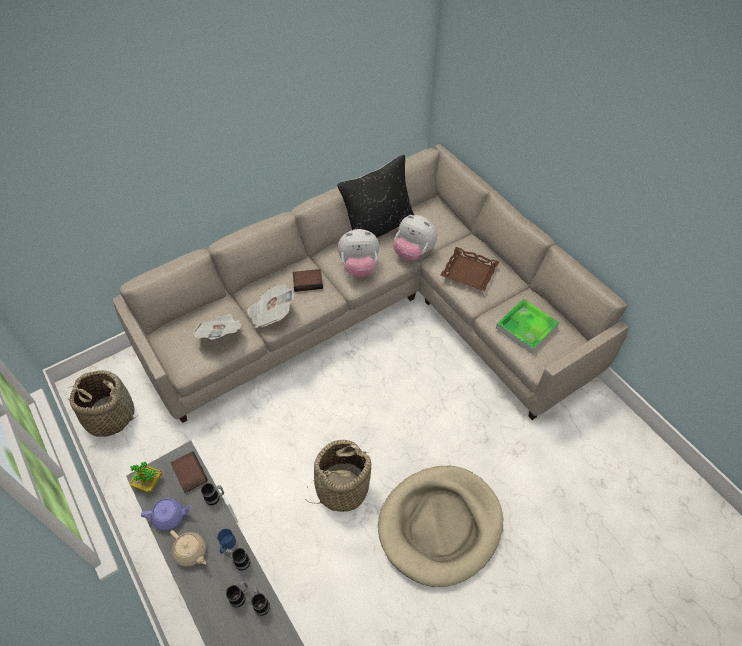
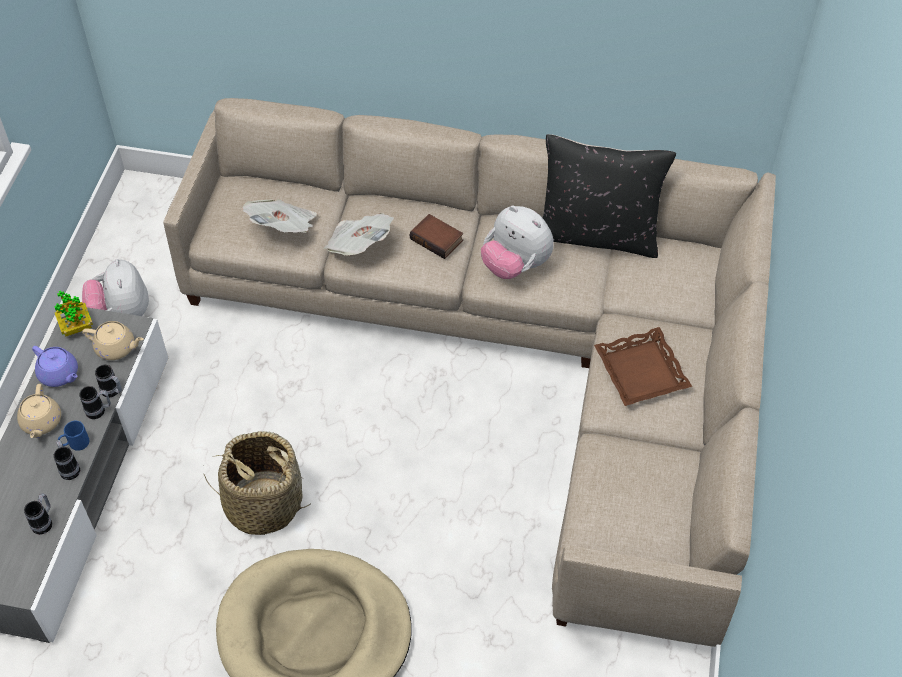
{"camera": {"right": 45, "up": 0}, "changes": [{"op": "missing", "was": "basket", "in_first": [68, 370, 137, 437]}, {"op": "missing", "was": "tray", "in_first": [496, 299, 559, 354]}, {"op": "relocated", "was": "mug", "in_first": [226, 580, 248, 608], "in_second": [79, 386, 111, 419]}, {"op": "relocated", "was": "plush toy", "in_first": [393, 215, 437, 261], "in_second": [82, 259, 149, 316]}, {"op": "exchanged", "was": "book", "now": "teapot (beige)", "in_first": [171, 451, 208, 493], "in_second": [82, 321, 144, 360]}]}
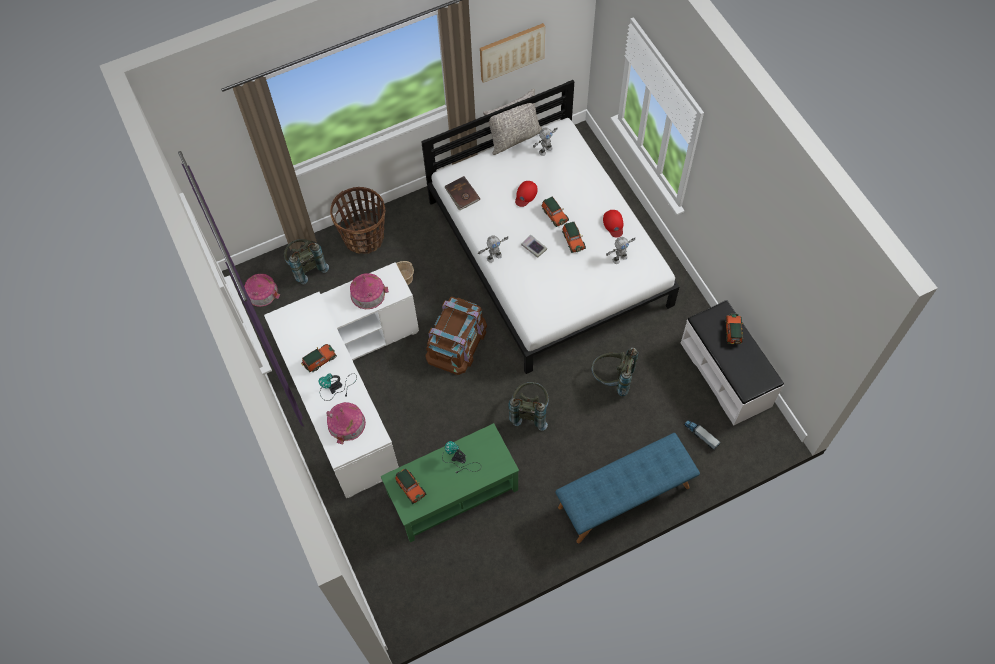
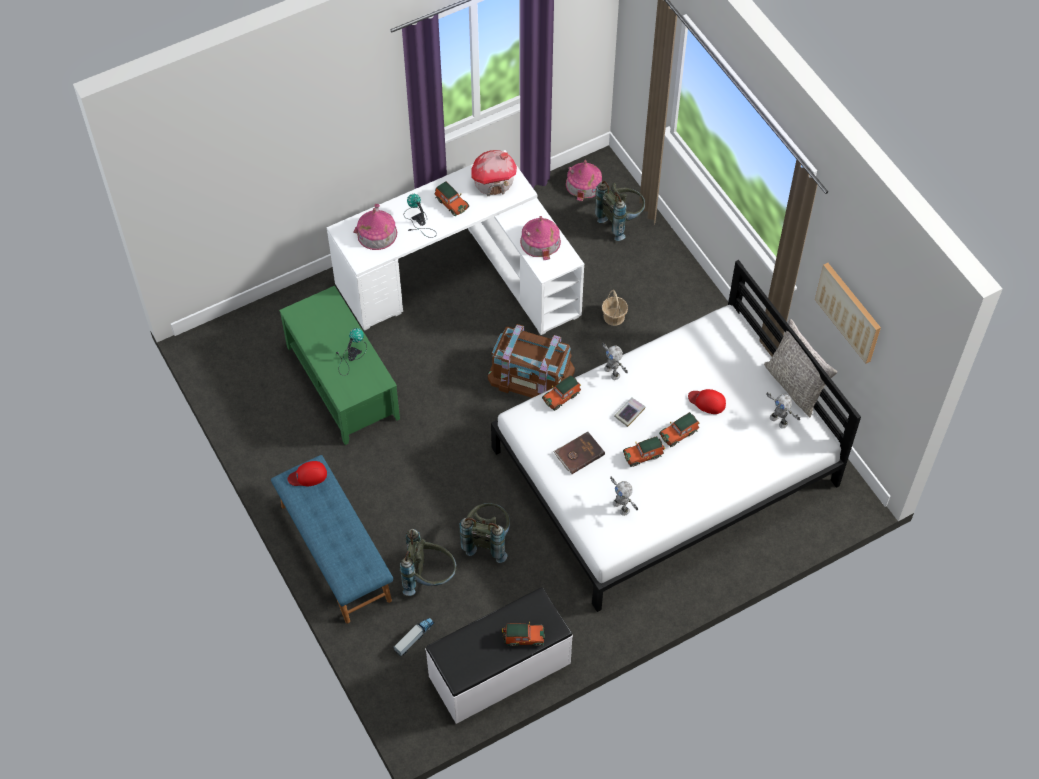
{"camera": {"right": 85, "up": -5}, "changes": [{"op": "missing", "was": "basket", "in_first": [330, 187, 385, 254]}, {"op": "appeared", "now": "toy house", "in_second": [471, 150, 517, 196]}, {"op": "relocated", "was": "toy car", "in_first": [395, 469, 427, 504], "in_second": [542, 375, 581, 411]}, {"op": "relocated", "was": "book (brown)", "in_first": [444, 176, 480, 210], "in_second": [553, 432, 605, 474]}, {"op": "relocated", "was": "backpack (grey)", "in_first": [508, 382, 549, 431], "in_second": [400, 529, 457, 596]}, {"op": "relocated", "was": "cap (red)", "in_first": [603, 210, 624, 237], "in_second": [288, 461, 327, 486]}]}
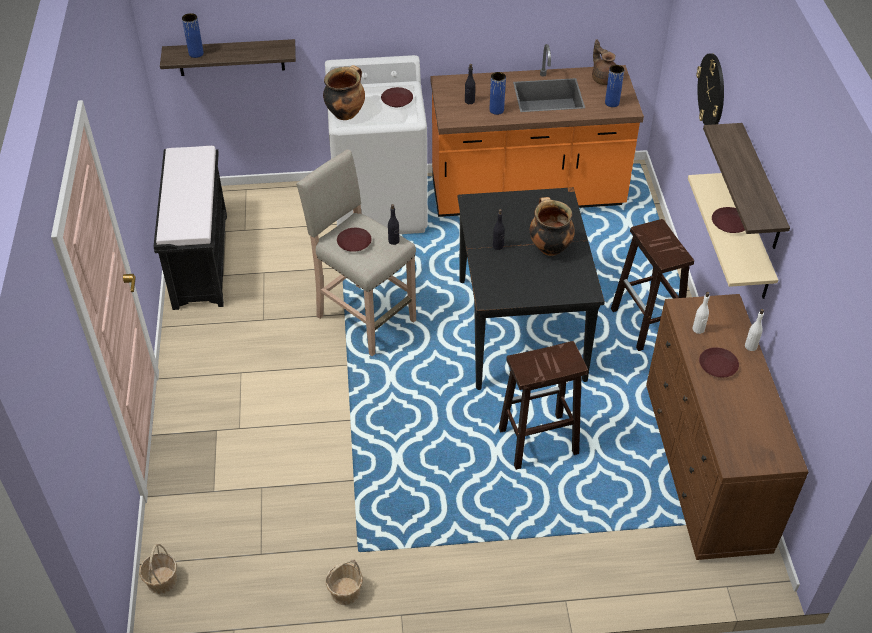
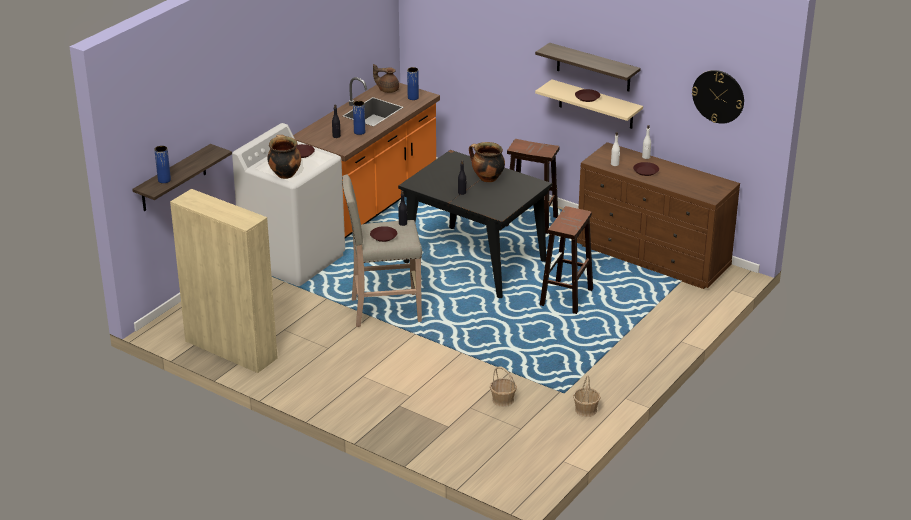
{"camera": {"right": -50, "up": -15}, "changes": [{"op": "relocated", "was": "basket", "in_first": [139, 544, 177, 594], "in_second": [490, 367, 517, 407]}, {"op": "relocated", "was": "wall clock", "in_first": [696, 53, 724, 125], "in_second": [692, 70, 744, 124]}, {"op": "exchanged", "was": "bench (black)", "now": "cabinet (beige)", "in_first": [153, 146, 227, 310], "in_second": [170, 189, 277, 373]}]}
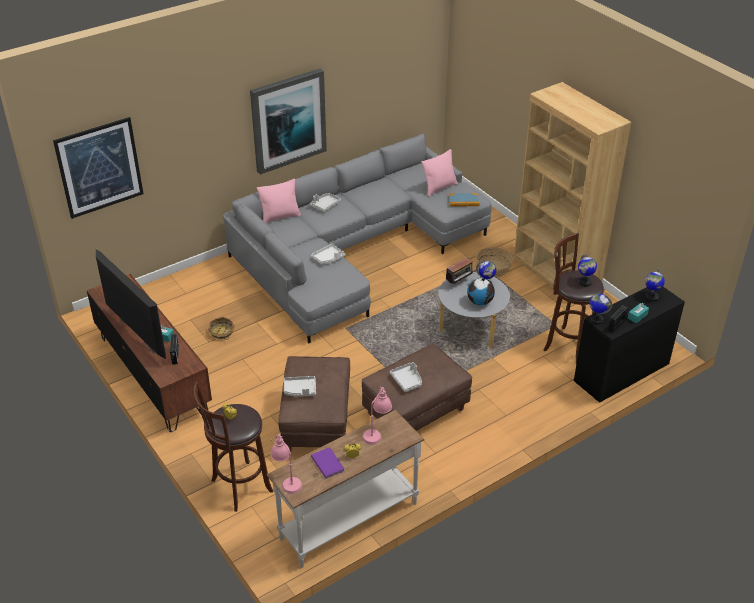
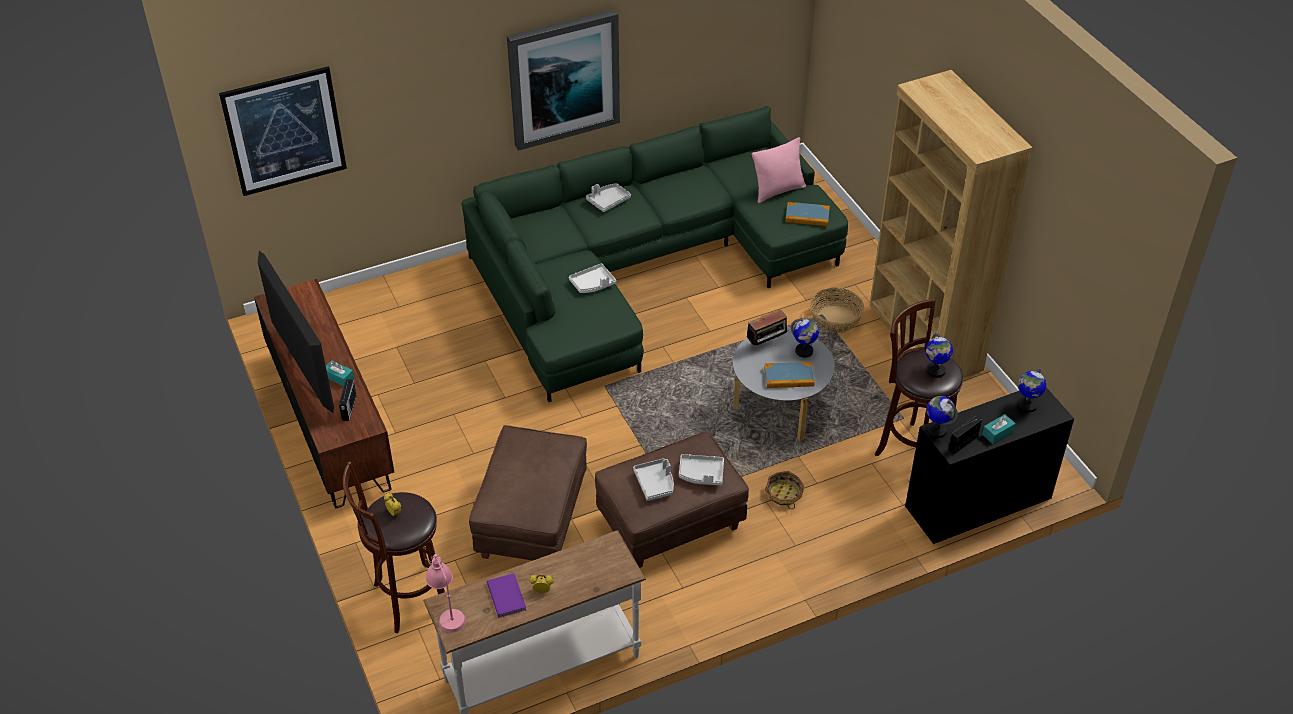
{"camera": {"right": 10, "up": 5}, "changes": [{"op": "missing", "was": "pillow (pink)", "in_first": [257, 179, 301, 223]}, {"op": "missing", "was": "table lamp (pink)", "in_first": [362, 386, 392, 445]}, {"op": "relocated", "was": "basket", "in_first": [208, 317, 234, 340], "in_second": [765, 471, 804, 509]}, {"op": "relocated", "was": "tray (grey)", "in_first": [284, 376, 316, 397], "in_second": [679, 454, 724, 485]}, {"op": "exchanged", "was": "globe", "now": "book", "in_first": [467, 278, 495, 306], "in_second": [764, 362, 814, 388]}, {"op": "colour", "was": "sofa (grey)", "now": "sofa (green)", "in_first": [223, 134, 492, 343], "in_second": [461, 106, 848, 402]}]}
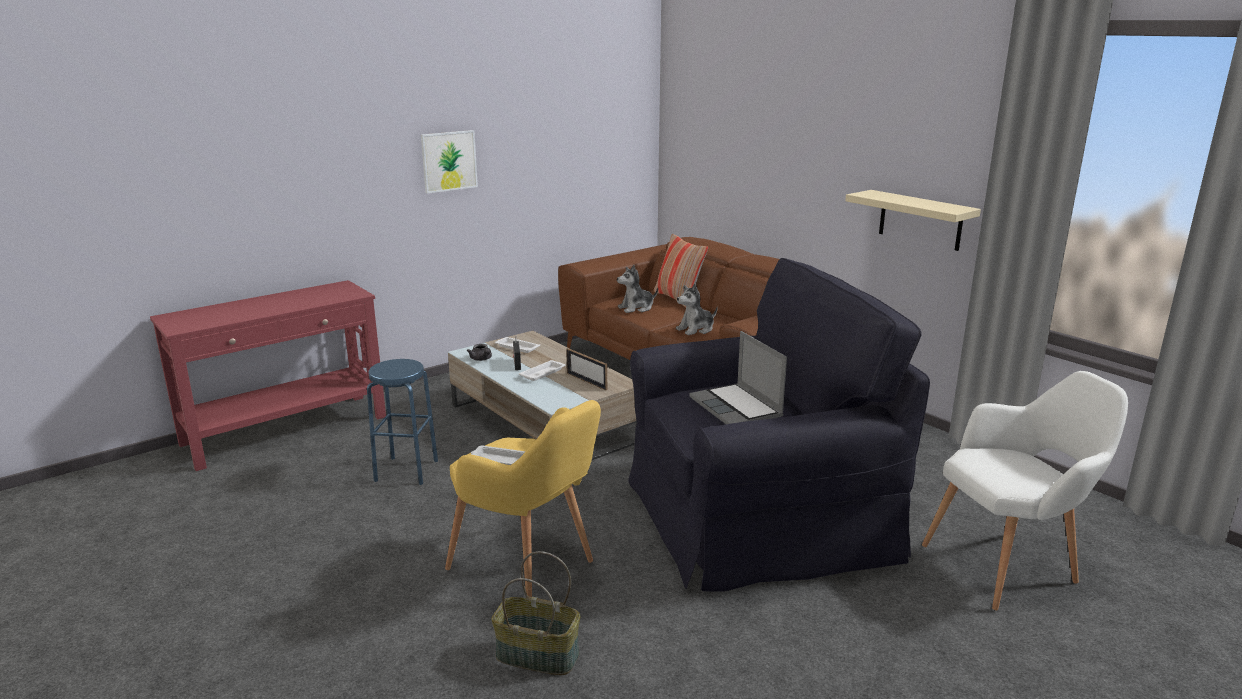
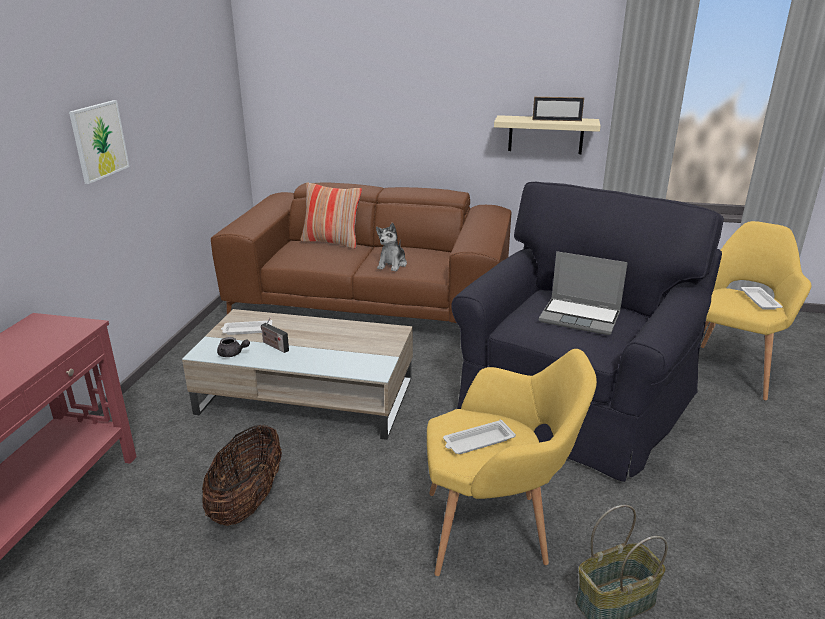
{"camera": {"right": -40, "up": 5}, "changes": [{"op": "missing", "was": "plush toy", "in_first": [617, 265, 658, 313]}, {"op": "relocated", "was": "tray (white)", "in_first": [519, 360, 566, 381], "in_second": [741, 287, 783, 309]}, {"op": "relocated", "was": "picture frame", "in_first": [566, 348, 607, 390], "in_second": [532, 97, 584, 121]}, {"op": "exchanged", "was": "stool (blue)", "now": "basket", "in_first": [367, 359, 438, 485], "in_second": [202, 425, 282, 526]}, {"op": "colour", "was": "armchair (white)", "now": "armchair (yellow)", "in_first": [922, 371, 1128, 611], "in_second": [701, 221, 811, 401]}]}
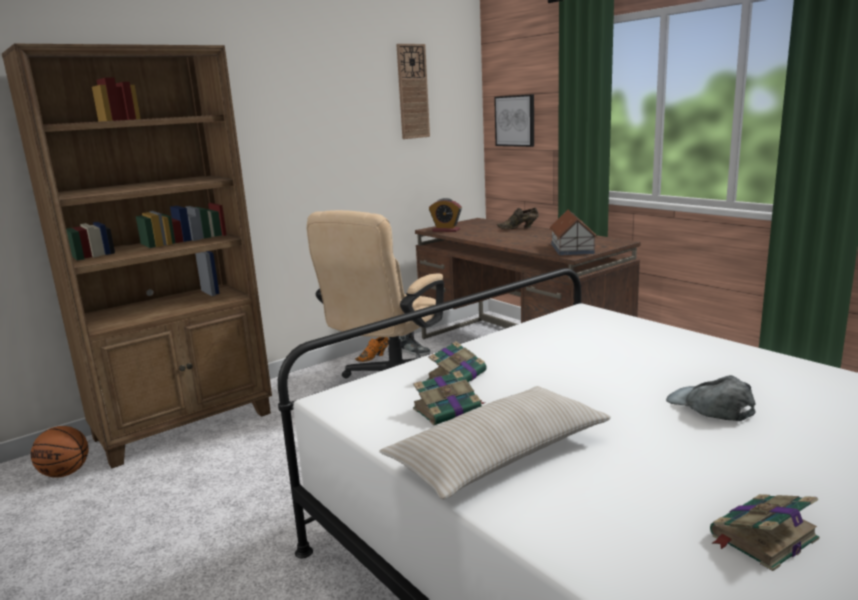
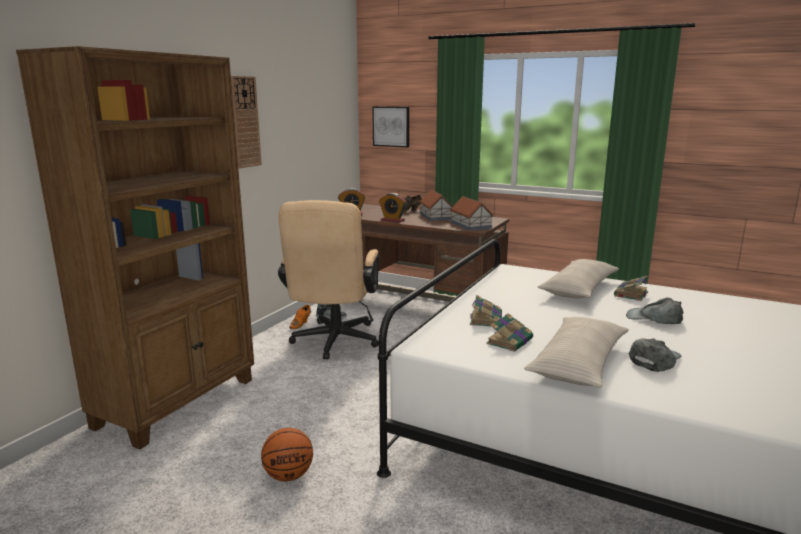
{"camera": {"right": -25, "up": 0}, "changes": [{"op": "appeared", "now": "alarm clock", "in_second": [379, 193, 407, 223]}, {"op": "appeared", "now": "toy house", "in_second": [419, 189, 453, 221]}, {"op": "appeared", "now": "pillow (beige)", "in_second": [538, 259, 619, 299]}, {"op": "appeared", "now": "cap (grey)", "in_second": [629, 338, 682, 372]}, {"op": "relocated", "was": "basketball", "in_first": [31, 426, 88, 477], "in_second": [261, 428, 313, 481]}, {"op": "relocated", "was": "wall clock", "in_first": [396, 44, 430, 139], "in_second": [231, 76, 262, 168]}, {"op": "relocated", "was": "book", "in_first": [710, 494, 819, 571], "in_second": [614, 276, 648, 301]}]}
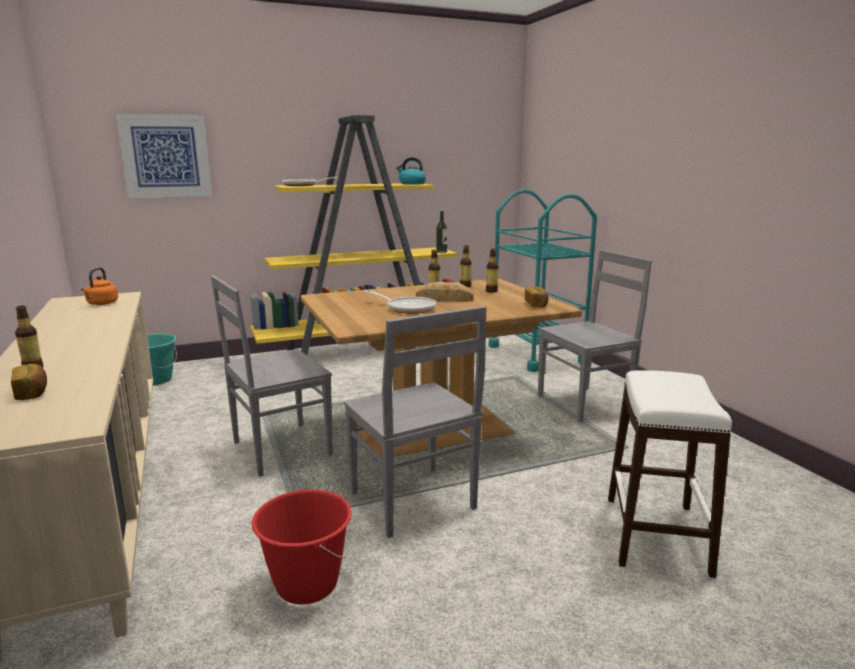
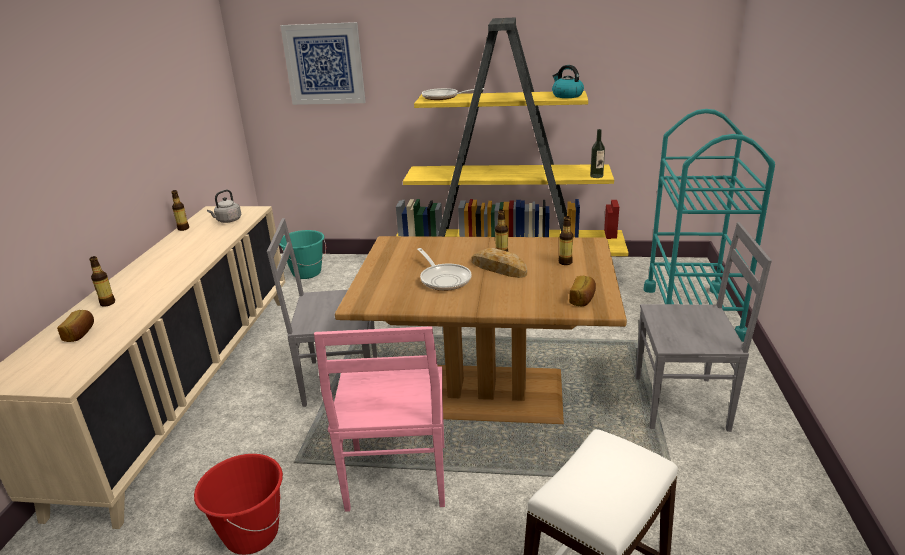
{"camera": {"right": 30, "up": 10}, "changes": [{"op": "relocated", "was": "bottle", "in_first": [460, 245, 472, 288], "in_second": [172, 190, 189, 231]}, {"op": "colour", "was": "kettle (orange)", "now": "kettle (grey)", "in_first": [81, 267, 118, 305], "in_second": [207, 190, 241, 223]}, {"op": "colour", "was": "chair (grey)", "now": "chair (pink)", "in_first": [344, 306, 487, 538], "in_second": [314, 326, 445, 512]}]}
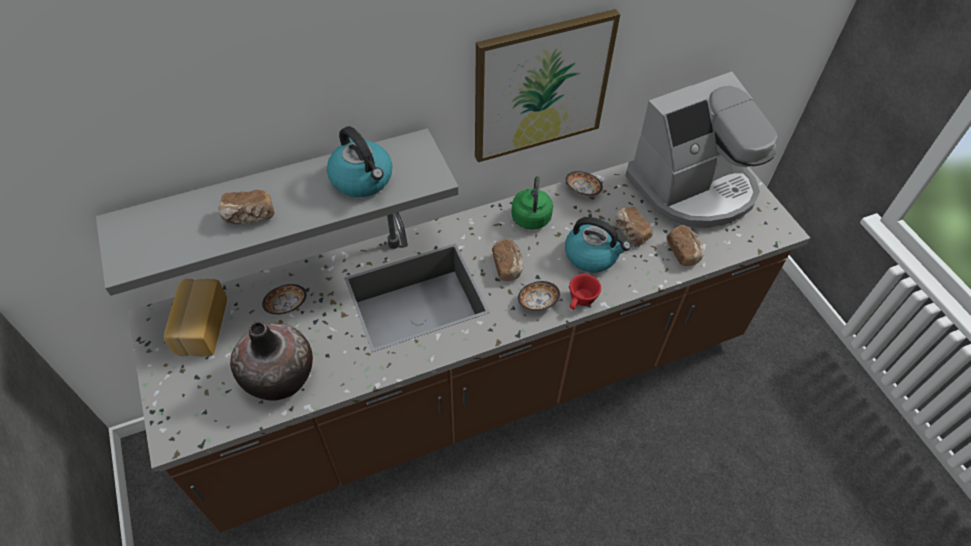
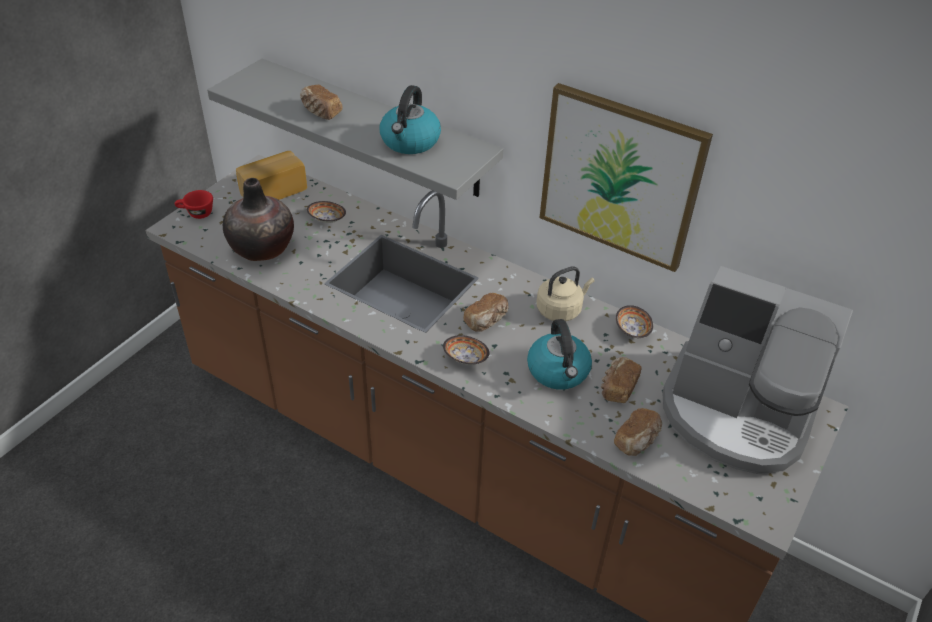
{"camera": {"right": 55, "up": -10}, "changes": [{"op": "relocated", "was": "cup (red)", "in_first": [569, 274, 601, 310], "in_second": [175, 190, 213, 219]}, {"op": "colour", "was": "kettle (green)", "now": "kettle (beige)", "in_first": [511, 176, 553, 230], "in_second": [536, 266, 595, 321]}]}
